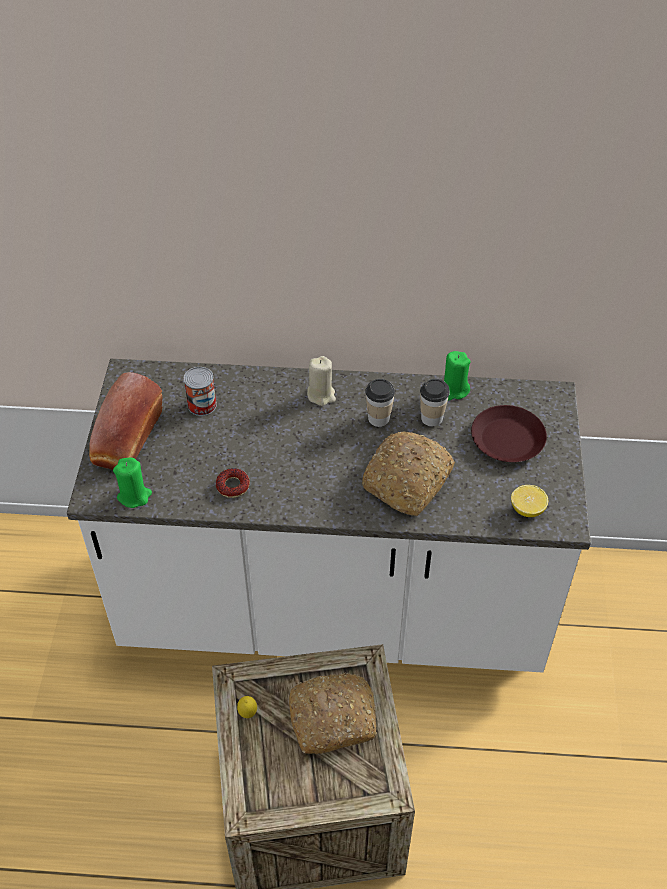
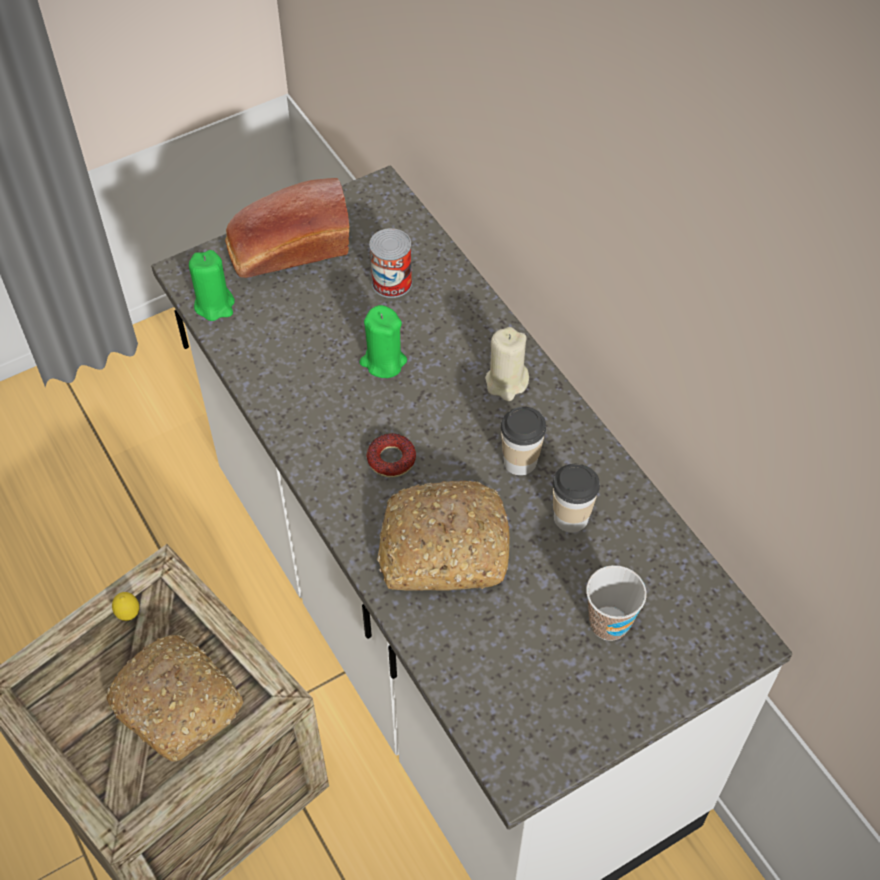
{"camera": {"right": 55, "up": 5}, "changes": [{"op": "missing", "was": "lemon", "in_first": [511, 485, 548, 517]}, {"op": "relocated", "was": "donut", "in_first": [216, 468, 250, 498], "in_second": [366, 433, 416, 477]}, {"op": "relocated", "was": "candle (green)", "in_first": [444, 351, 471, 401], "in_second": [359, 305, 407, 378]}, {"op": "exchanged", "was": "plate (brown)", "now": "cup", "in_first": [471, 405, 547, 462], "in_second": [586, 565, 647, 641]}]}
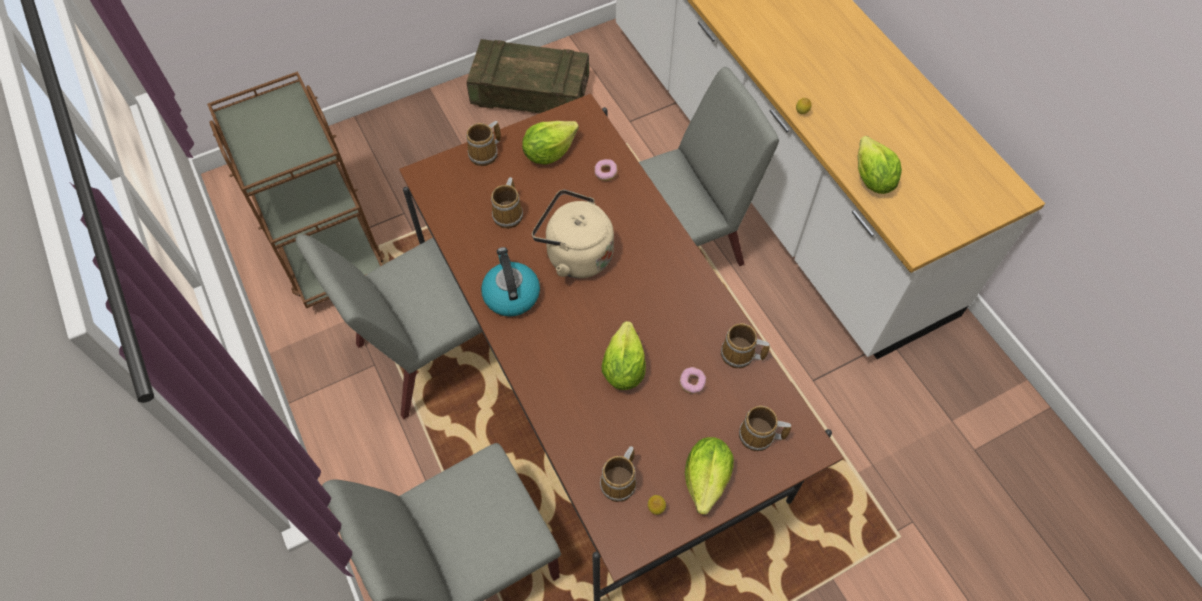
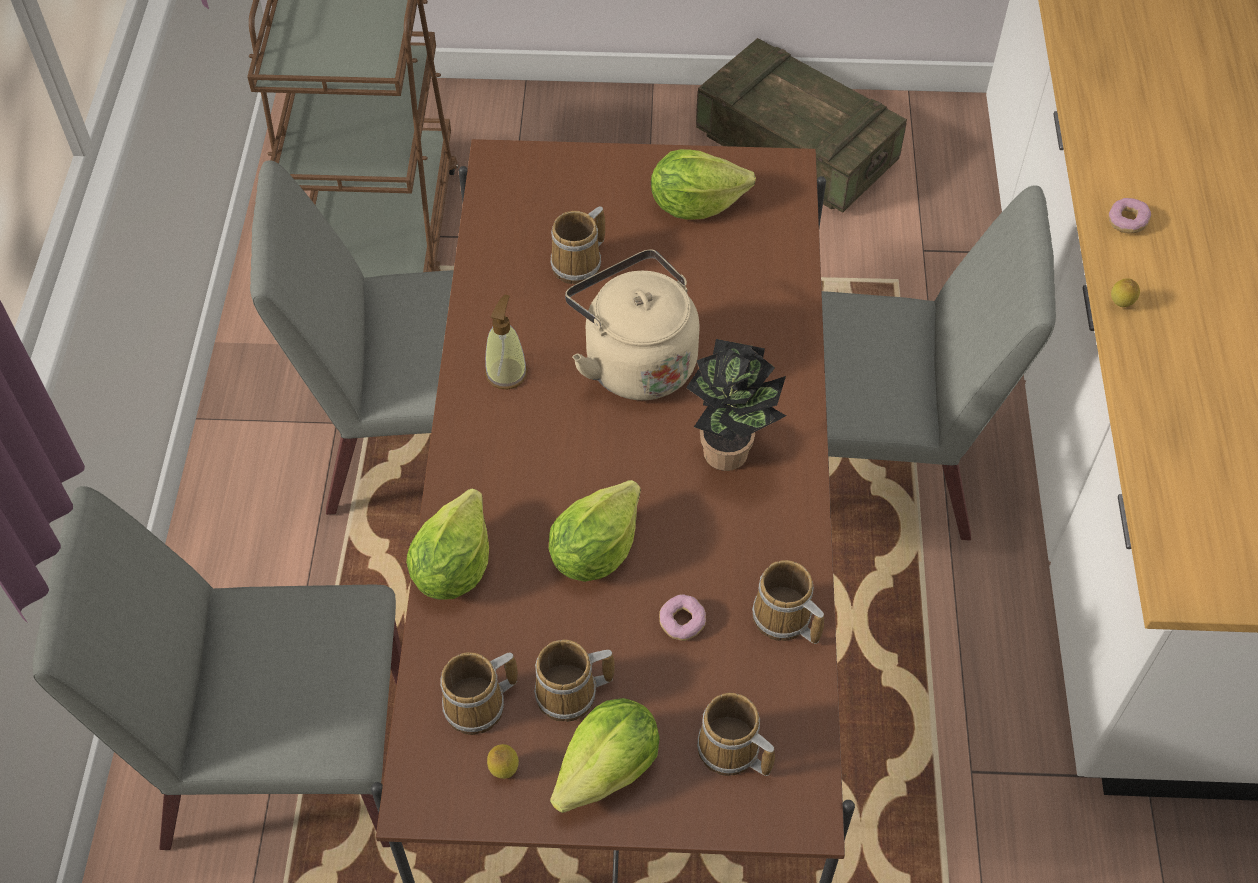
{"camera": {"right": 30, "up": -5}, "changes": [{"op": "appeared", "now": "potted plant", "in_second": [686, 339, 786, 471]}, {"op": "relocated", "was": "mug", "in_first": [466, 121, 501, 166], "in_second": [534, 640, 615, 722]}, {"op": "relocated", "was": "donut", "in_first": [594, 159, 618, 181], "in_second": [1109, 198, 1151, 234]}, {"op": "relocated", "was": "lettuce", "in_first": [858, 136, 902, 194], "in_second": [406, 489, 489, 600]}, {"op": "exchanged", "was": "kettle", "now": "soap dispenser", "in_first": [481, 247, 540, 317], "in_second": [485, 295, 527, 389]}]}
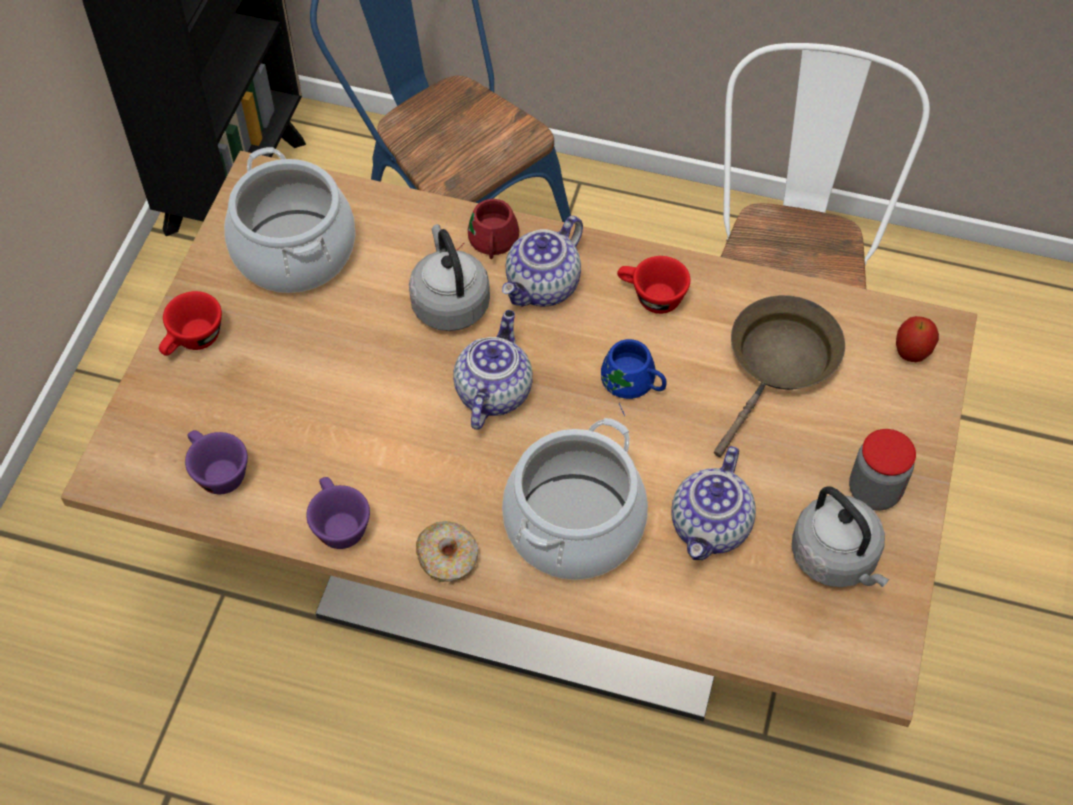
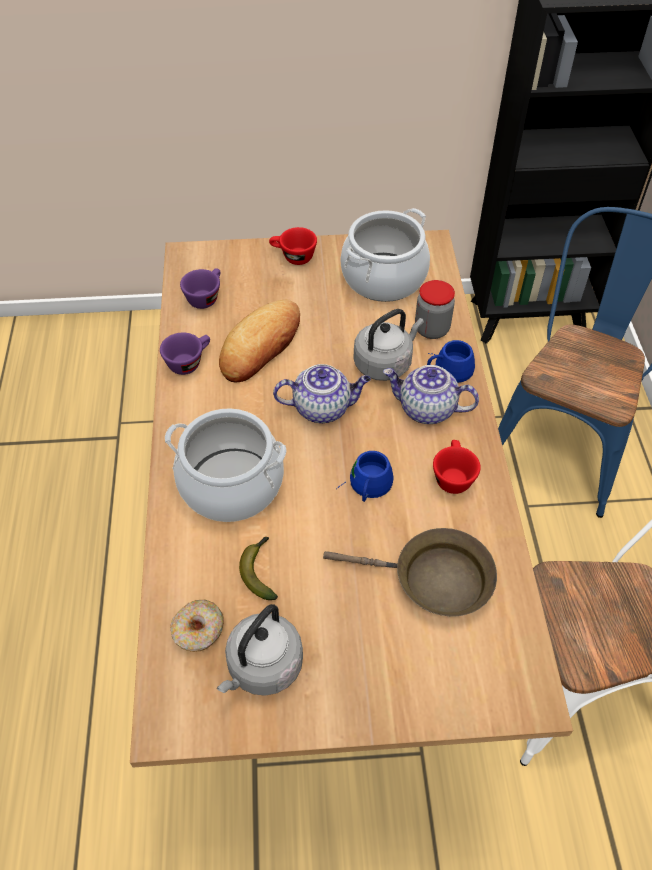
{"camera": {"right": 70, "up": -5}, "changes": [{"op": "missing", "was": "apple", "in_first": [896, 316, 939, 362]}, {"op": "appeared", "now": "bread", "in_second": [219, 300, 300, 382]}, {"op": "relocated", "was": "donut", "in_first": [416, 521, 478, 582], "in_second": [170, 600, 224, 652]}, {"op": "relocated", "was": "jar", "in_first": [849, 429, 916, 511], "in_second": [415, 280, 455, 339]}, {"op": "exchanged", "was": "teapot", "now": "banana", "in_first": [671, 446, 756, 560], "in_second": [239, 537, 277, 600]}, {"op": "colour", "was": "mug (red)", "now": "mug (blue)", "in_first": [457, 199, 519, 259], "in_second": [427, 340, 475, 383]}]}
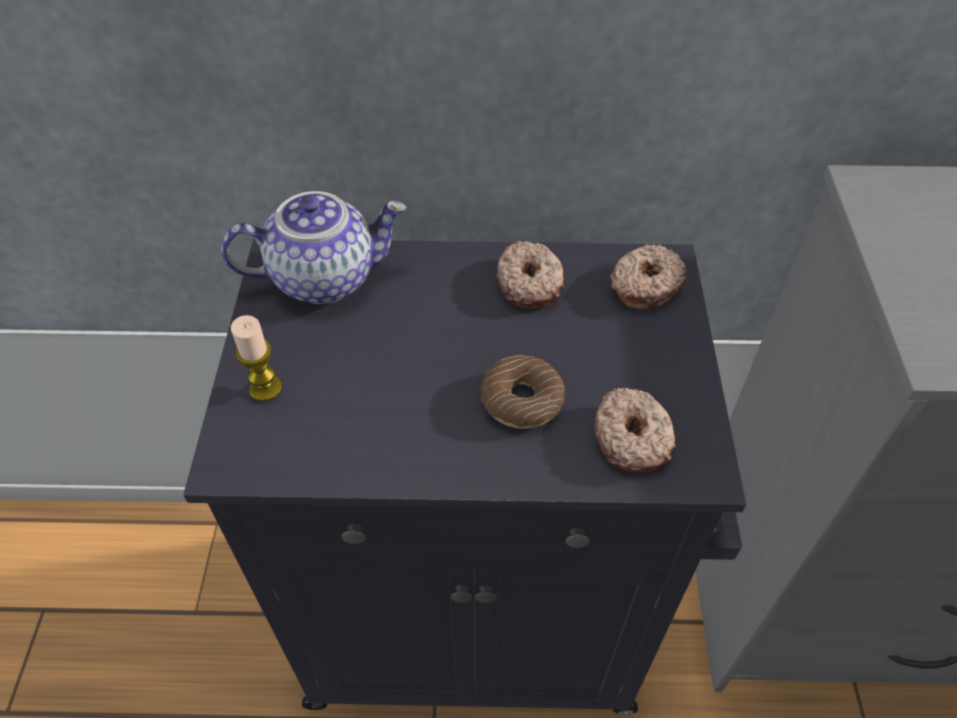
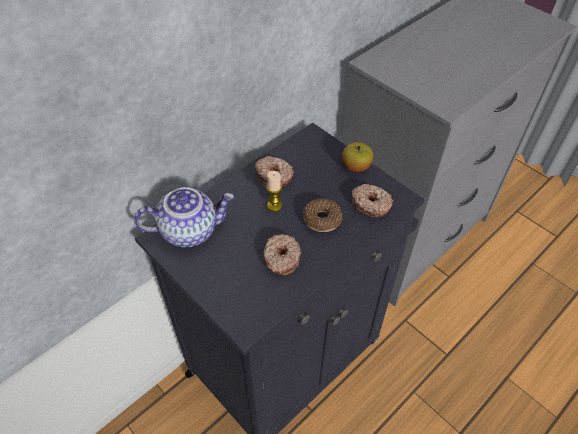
{"camera": {"right": -45, "up": 0}, "changes": [{"op": "appeared", "now": "apple", "in_second": [342, 142, 373, 172]}, {"op": "relocated", "was": "candle", "in_first": [231, 315, 282, 402], "in_second": [266, 171, 282, 212]}, {"op": "relocated", "was": "donut", "in_first": [610, 244, 687, 310], "in_second": [263, 234, 302, 275]}, {"op": "spun", "was": "teapot", "in_first": [221, 191, 407, 304], "in_second": [134, 187, 234, 248], "clockwise": 45}]}
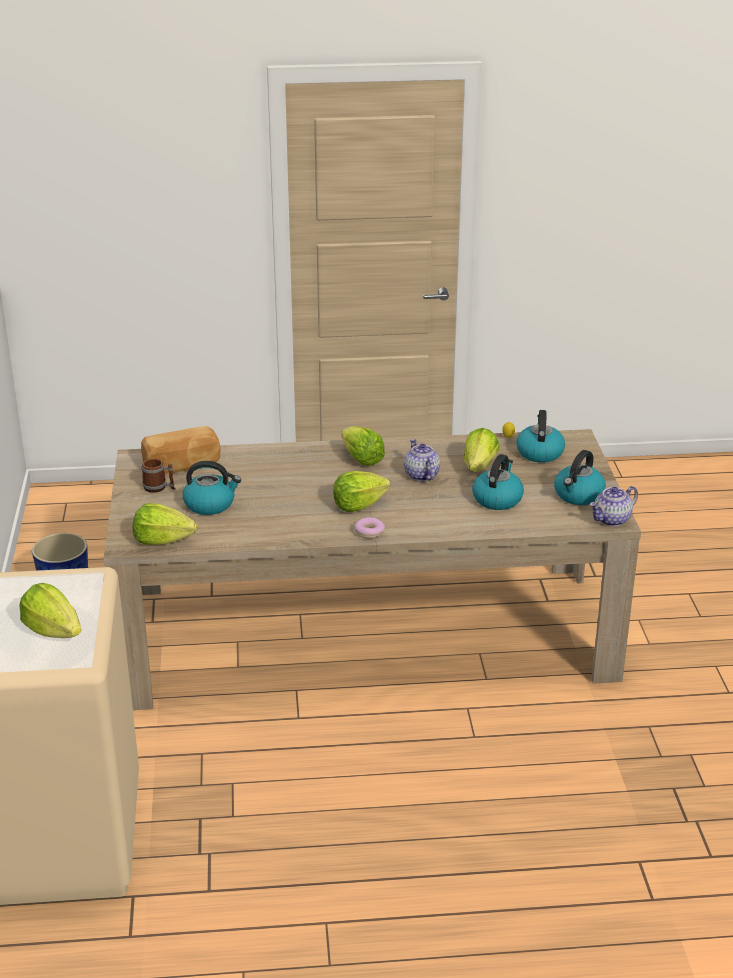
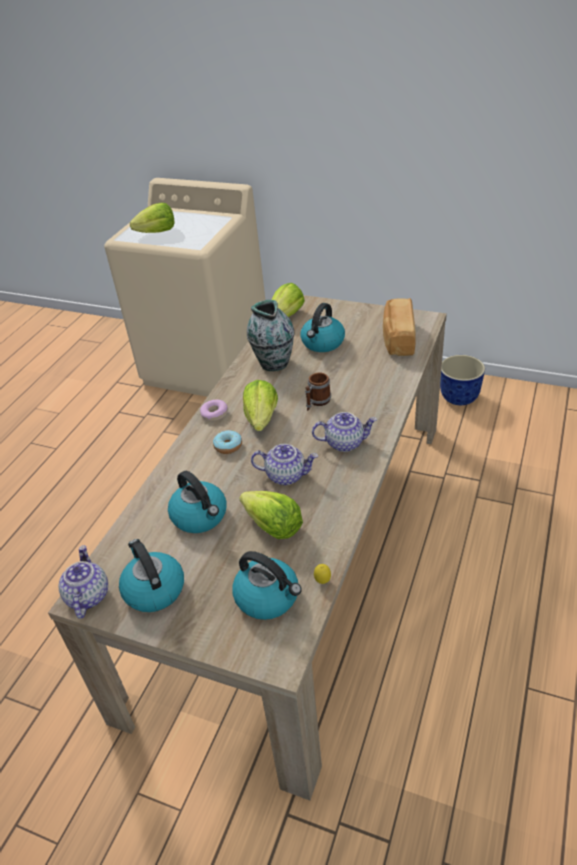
{"camera": {"right": 120, "up": 10}, "changes": [{"op": "appeared", "now": "donut", "in_second": [213, 430, 242, 454]}, {"op": "appeared", "now": "vase", "in_second": [247, 300, 295, 371]}, {"op": "relocated", "was": "mug", "in_first": [141, 459, 175, 493], "in_second": [305, 372, 331, 411]}, {"op": "exchanged", "was": "lettuce", "now": "teapot", "in_first": [341, 426, 385, 466], "in_second": [312, 412, 377, 452]}]}
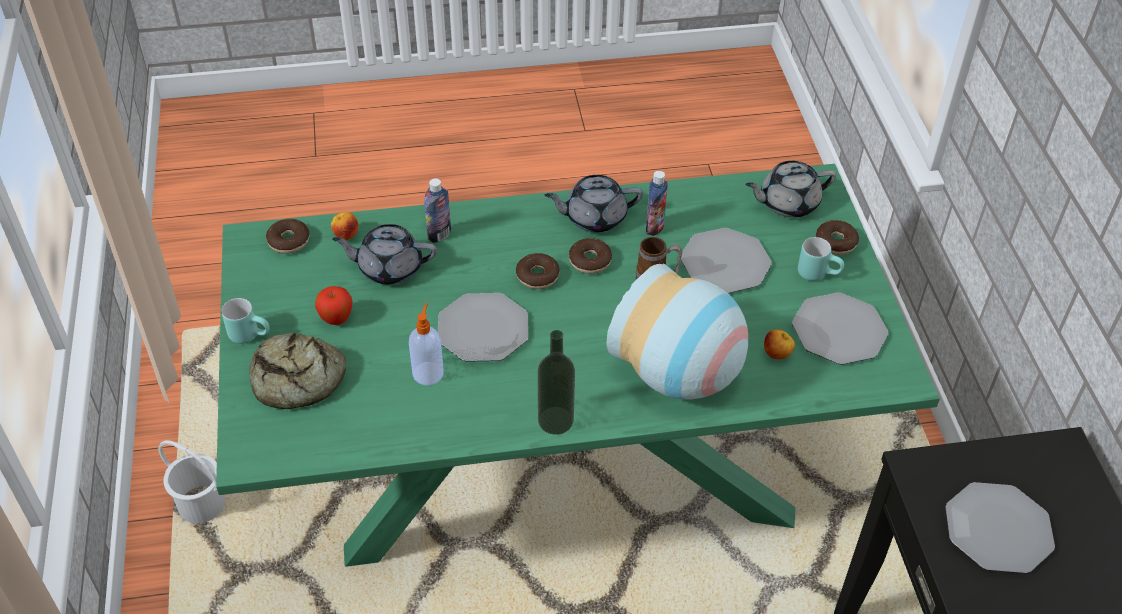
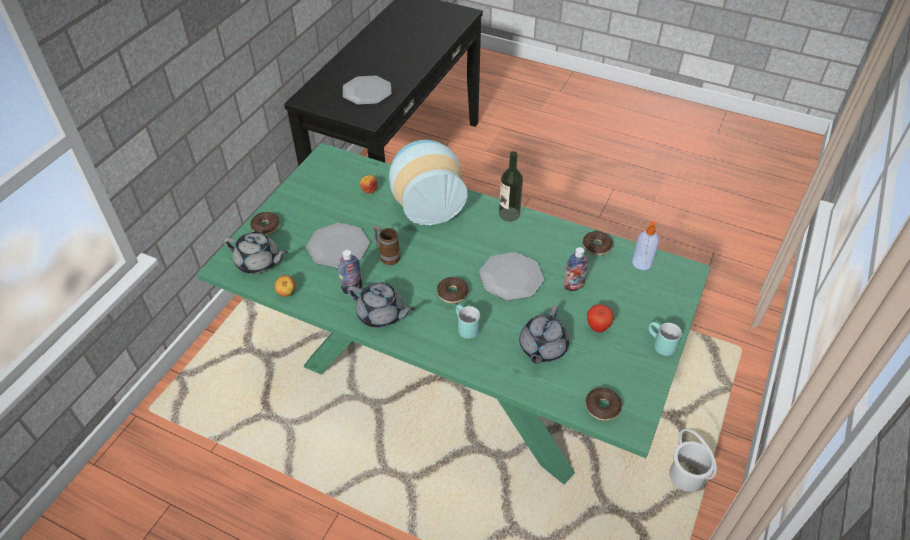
{"camera": {"right": -145, "up": 0}, "changes": [{"op": "missing", "was": "bread", "in_first": [250, 332, 346, 409]}, {"op": "missing", "was": "plate", "in_first": [792, 293, 888, 365]}, {"op": "relocated", "was": "apple", "in_first": [331, 212, 358, 240], "in_second": [274, 275, 296, 297]}, {"op": "relocated", "was": "soap dispenser", "in_first": [409, 303, 443, 385], "in_second": [632, 221, 659, 270]}, {"op": "relocated", "was": "bottle", "in_first": [424, 178, 451, 243], "in_second": [563, 247, 589, 291]}, {"op": "relocated", "was": "donut", "in_first": [569, 238, 612, 274], "in_second": [583, 231, 613, 255]}, {"op": "relocated", "was": "mug (turquoise)", "in_first": [798, 237, 844, 281], "in_second": [456, 304, 480, 339]}, {"op": "spun", "was": "teapot (grey)", "in_first": [332, 224, 437, 284], "in_second": [519, 305, 569, 364], "clockwise": 75}]}
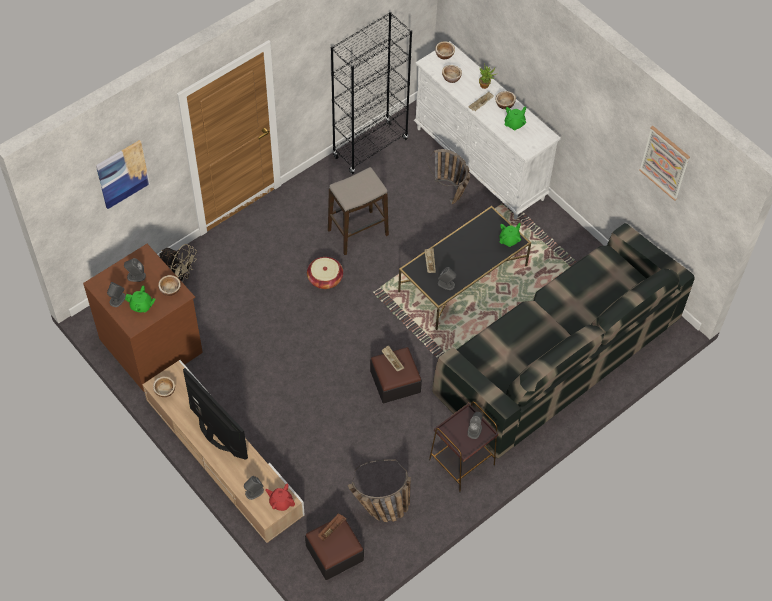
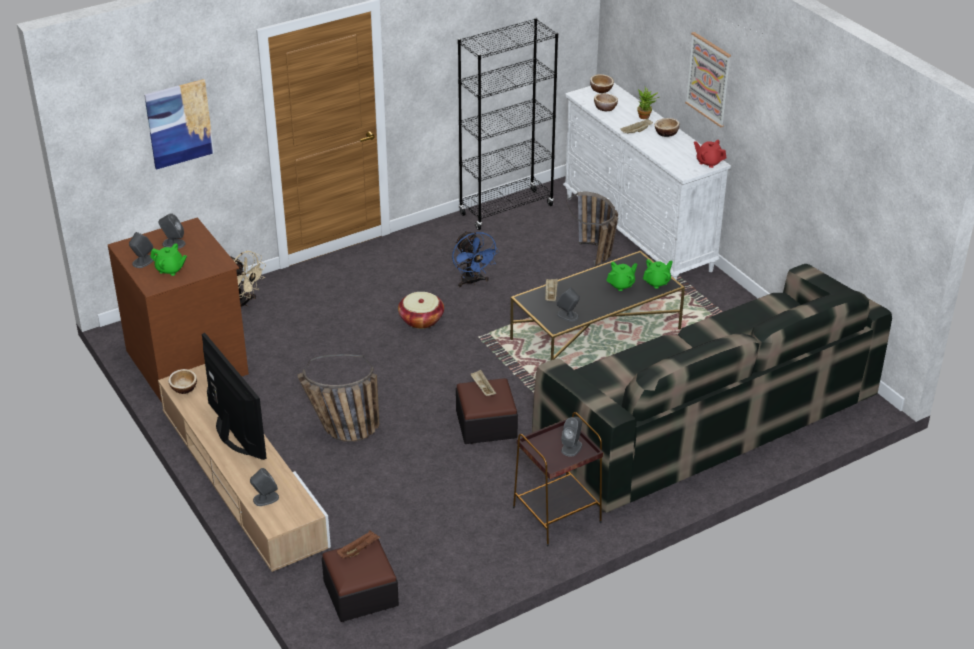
{"camera": {"right": 10, "up": -20}, "changes": [{"op": "missing", "was": "bowl", "in_first": [158, 275, 181, 296]}, {"op": "relocated", "was": "teapot (red)", "in_first": [266, 483, 295, 511], "in_second": [694, 140, 727, 168]}, {"op": "relocated", "was": "basket", "in_first": [348, 460, 411, 522], "in_second": [297, 354, 379, 442]}, {"op": "relocated", "was": "teapot (green)", "in_first": [504, 107, 526, 130], "in_second": [606, 262, 637, 291]}, {"op": "relocated", "was": "picture", "in_first": [639, 126, 690, 201], "in_second": [685, 32, 731, 127]}, {"op": "exchanged", "was": "stool", "now": "fan (blue)", "in_first": [328, 167, 389, 255], "in_second": [452, 231, 499, 287]}]}
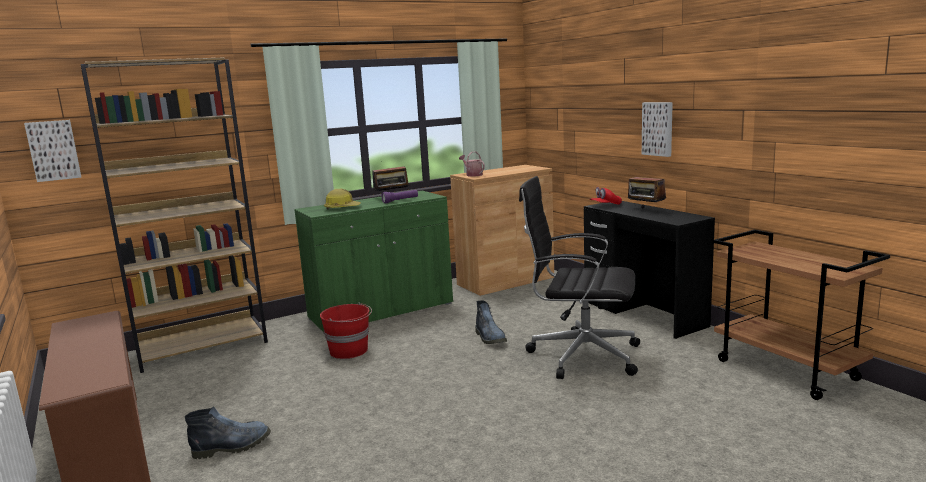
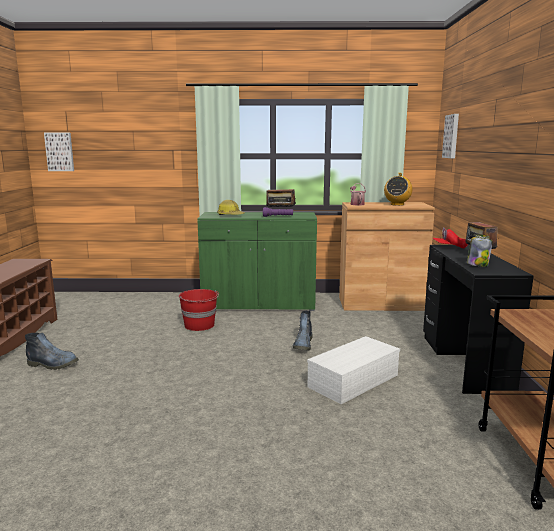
{"camera": {"right": 30, "up": 0}, "changes": [{"op": "missing", "was": "bookcase (brown)", "in_first": [81, 58, 268, 373]}, {"op": "appeared", "now": "radio", "in_second": [384, 173, 412, 206]}, {"op": "appeared", "now": "jar", "in_second": [467, 234, 493, 267]}, {"op": "relocated", "was": "picture", "in_first": [642, 102, 673, 157], "in_second": [442, 114, 459, 158]}, {"op": "exchanged", "was": "office chair (black)", "now": "storage box (white)", "in_first": [519, 176, 640, 379], "in_second": [307, 336, 400, 404]}]}
